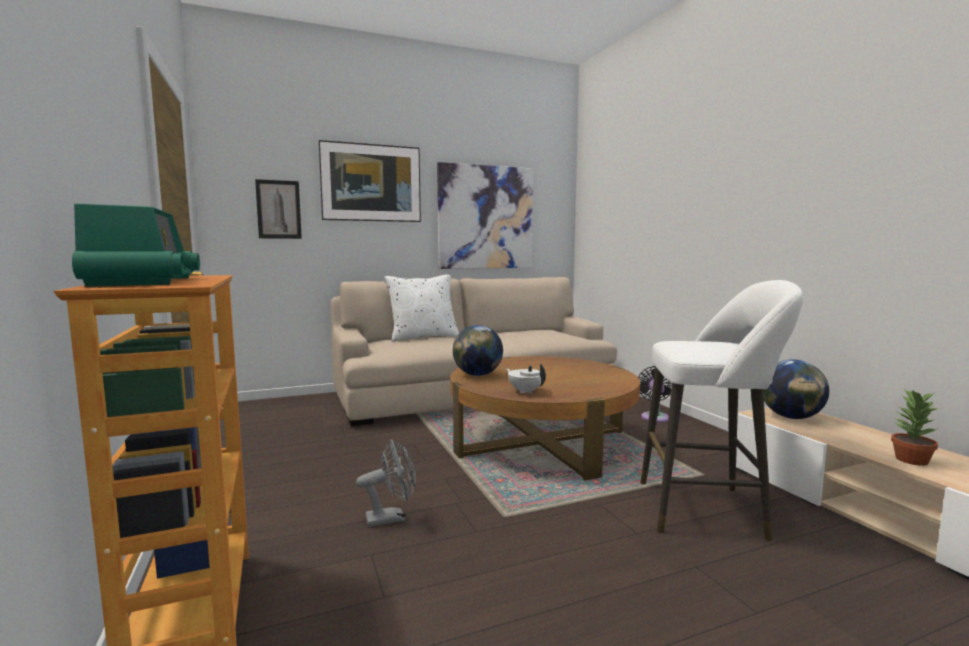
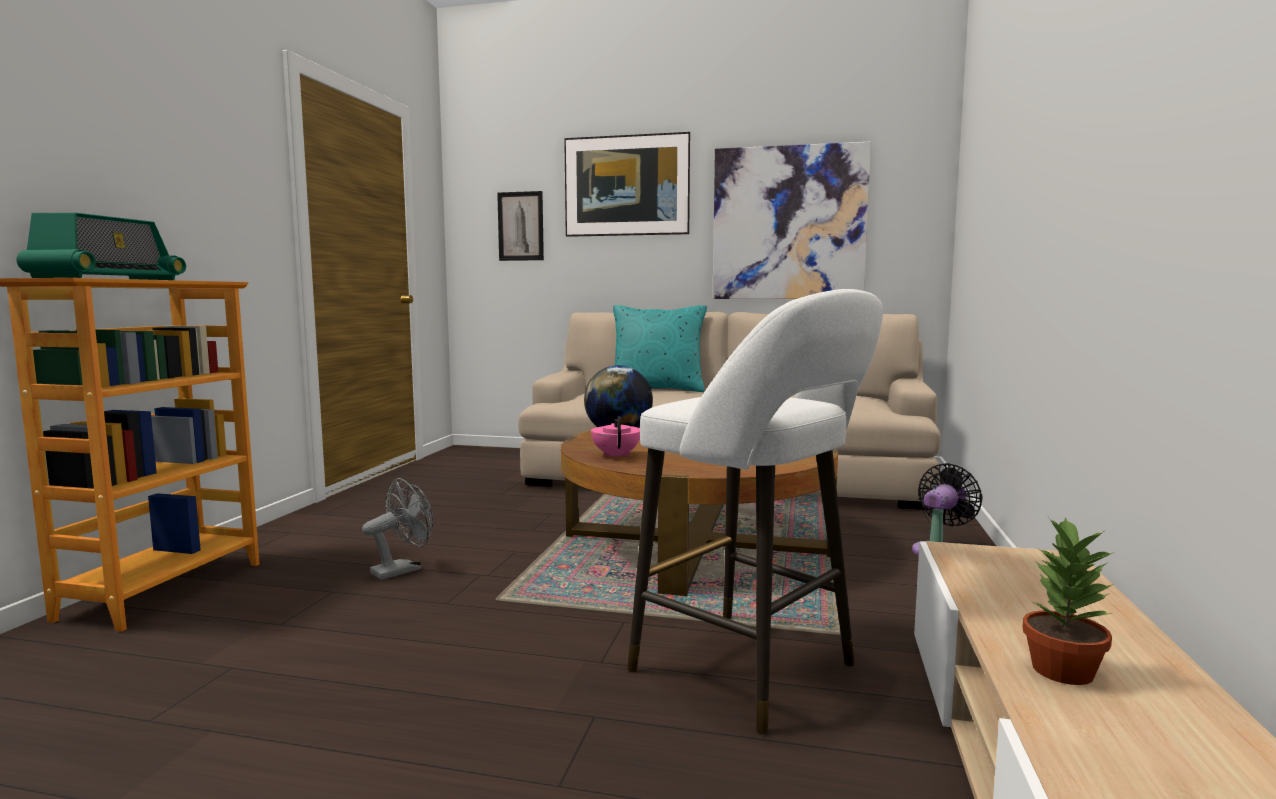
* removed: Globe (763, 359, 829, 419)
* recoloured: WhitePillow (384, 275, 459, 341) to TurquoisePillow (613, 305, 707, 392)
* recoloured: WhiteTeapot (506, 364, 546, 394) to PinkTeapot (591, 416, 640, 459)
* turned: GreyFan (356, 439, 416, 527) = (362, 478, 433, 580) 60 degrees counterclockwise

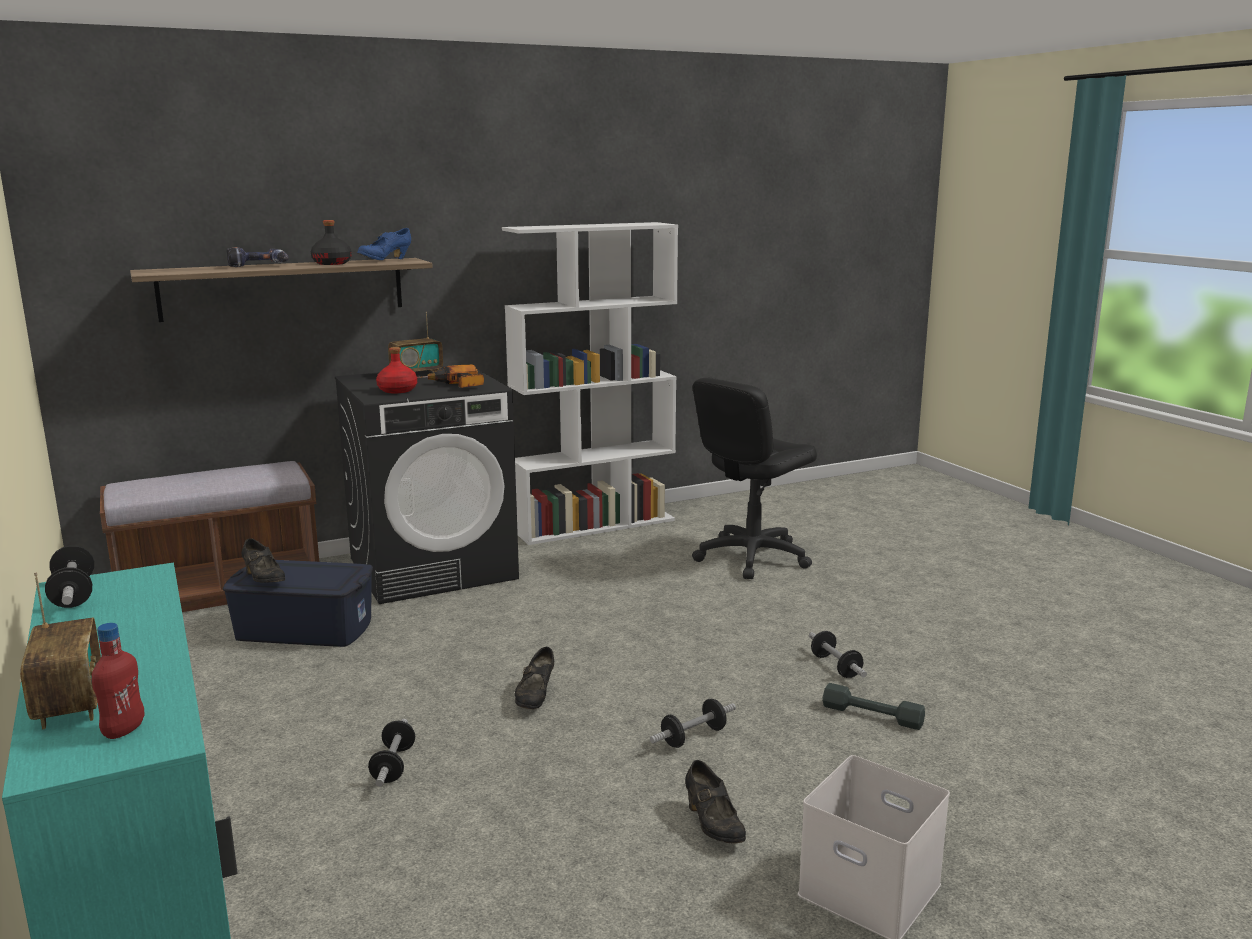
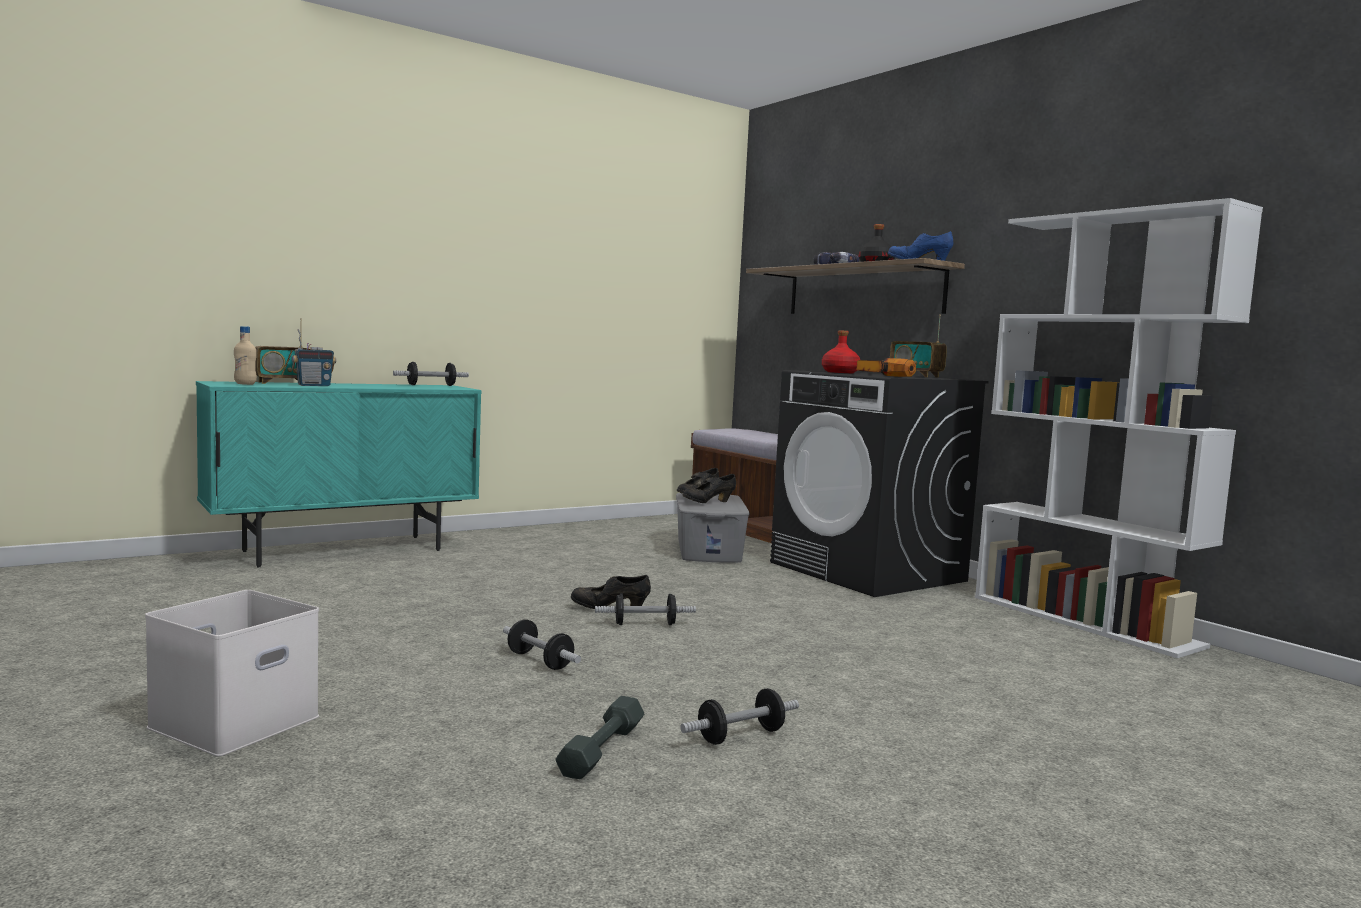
* removed: BlackOfficeChair (692, 378, 817, 579)
* added: Radio (292, 329, 336, 386)
* moved: Dumbbell (368, 719, 415, 787) to (595, 594, 696, 625)
* moved: BlackShoe (685, 760, 746, 844) to (683, 474, 736, 503)
* recoloured: RedBottle (91, 623, 145, 739) to BeigeBottle (234, 326, 257, 385)
* recoloured: BlueStorageBox (223, 560, 373, 647) to GreyStorageBox (676, 493, 750, 562)

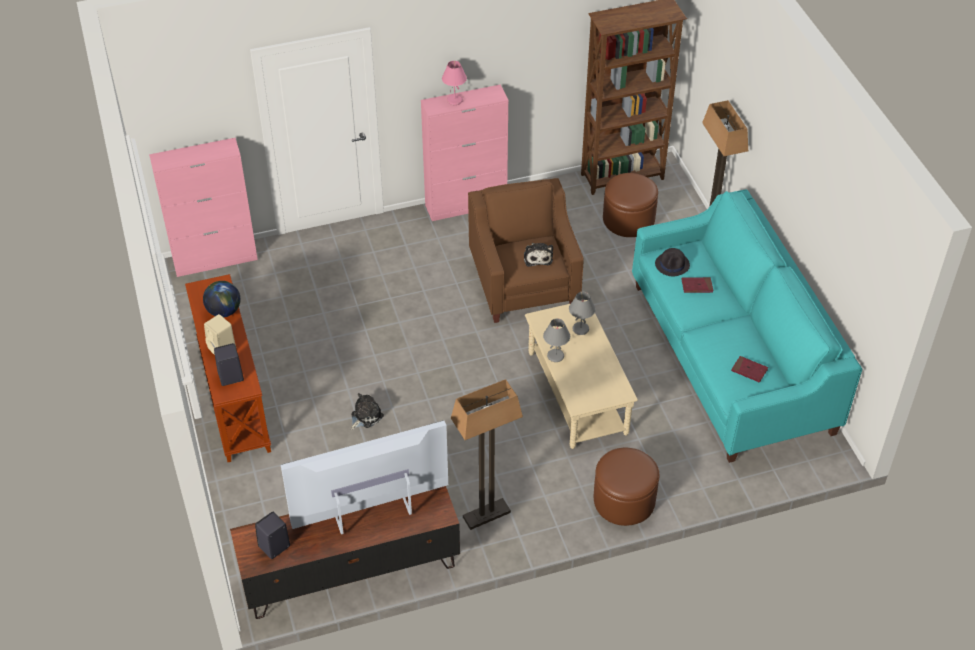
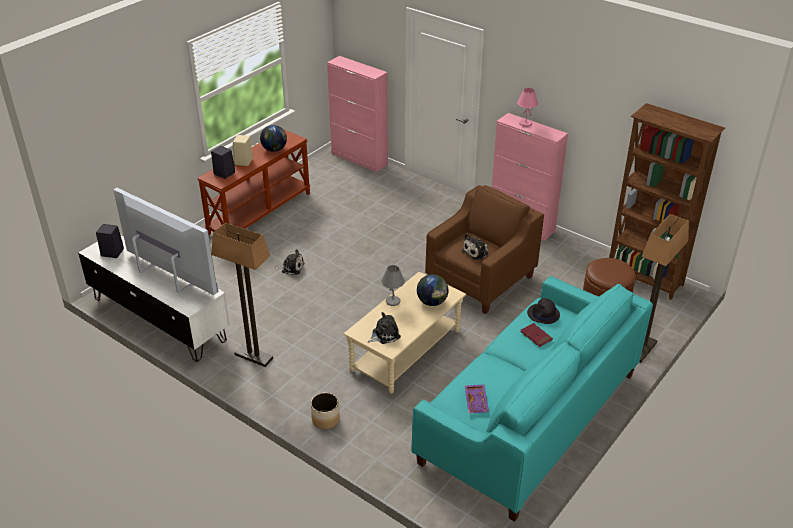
* added: PlushToy (368, 312, 401, 344)
* replaced: GreyTableLamp (569, 292, 596, 335) to Globe (417, 274, 448, 306)
* replaced: BrownOttoman (594, 448, 659, 526) to Planter (311, 393, 340, 429)
* replaced: RedBook (731, 356, 768, 383) to PurpleTray (465, 385, 489, 413)
* recoloured: BrownTvStand (230, 486, 460, 619) to WhiteTvStand (78, 235, 230, 362)

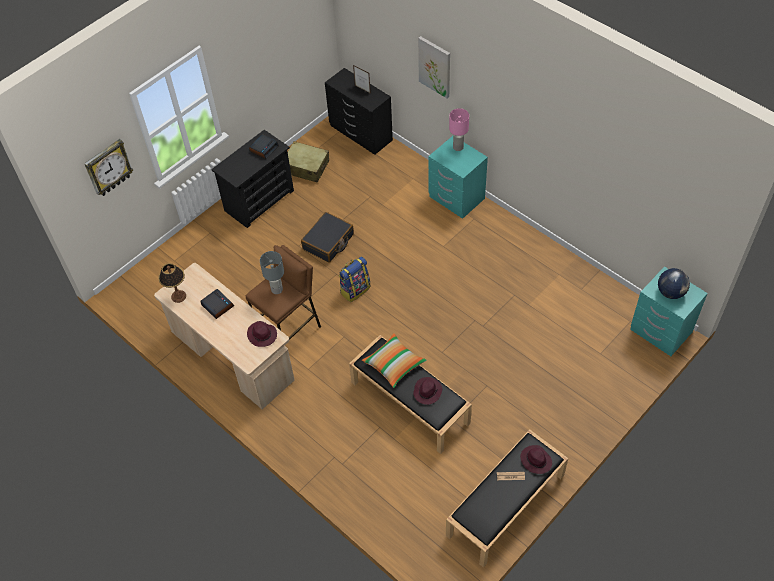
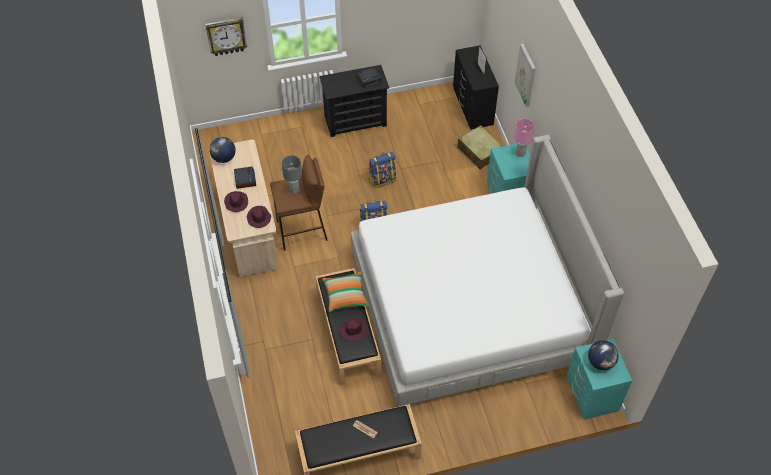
* added: Bed (351, 135, 624, 407)
* moved: BeigeSuitcase (288, 141, 329, 183) to (457, 125, 502, 169)
* moved: PurpleHat (520, 445, 552, 474) to (224, 191, 248, 212)
* replaced: TableLamp (158, 263, 186, 303) to Globe (209, 137, 236, 163)
* replaced: BlackSuitcase (301, 212, 354, 263) to Backpack (369, 152, 396, 188)

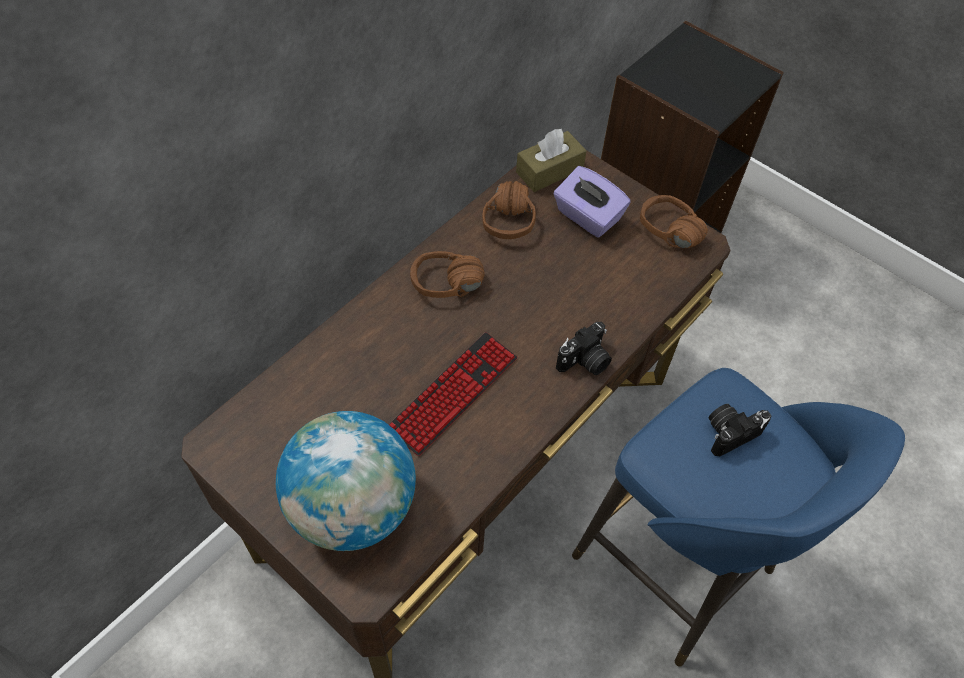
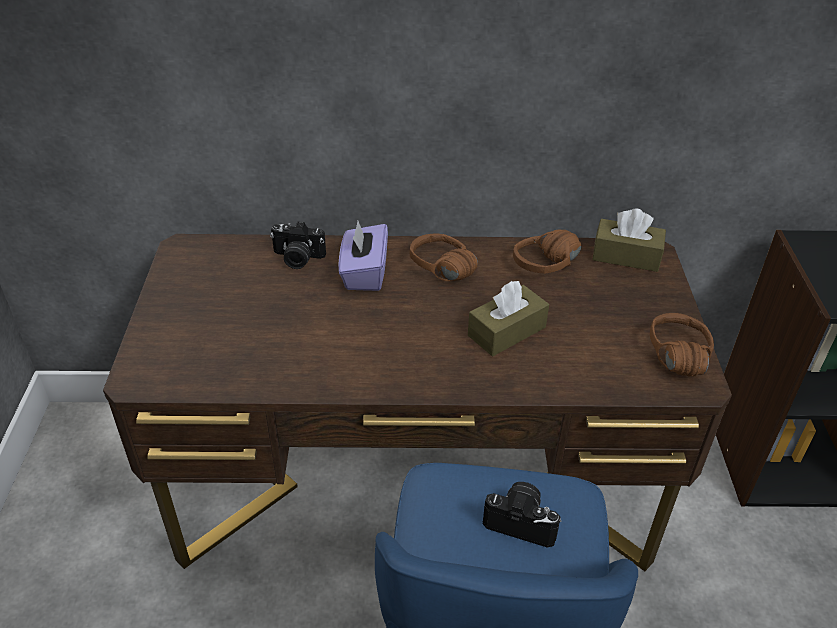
* removed: Globe (276, 411, 416, 551)
* removed: Keyboard (389, 332, 517, 456)
* added: BrownTissueBox (468, 281, 549, 357)
* moved: PurpleTissueBox (554, 166, 631, 237) to (338, 221, 388, 291)
* moved: PhotoCamera (556, 322, 612, 375) to (270, 221, 326, 269)

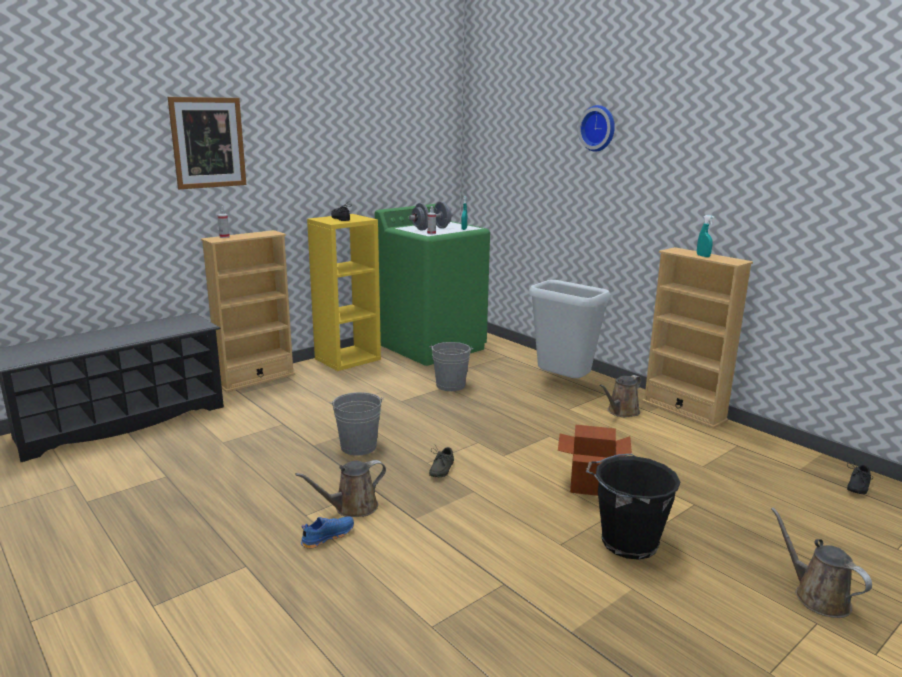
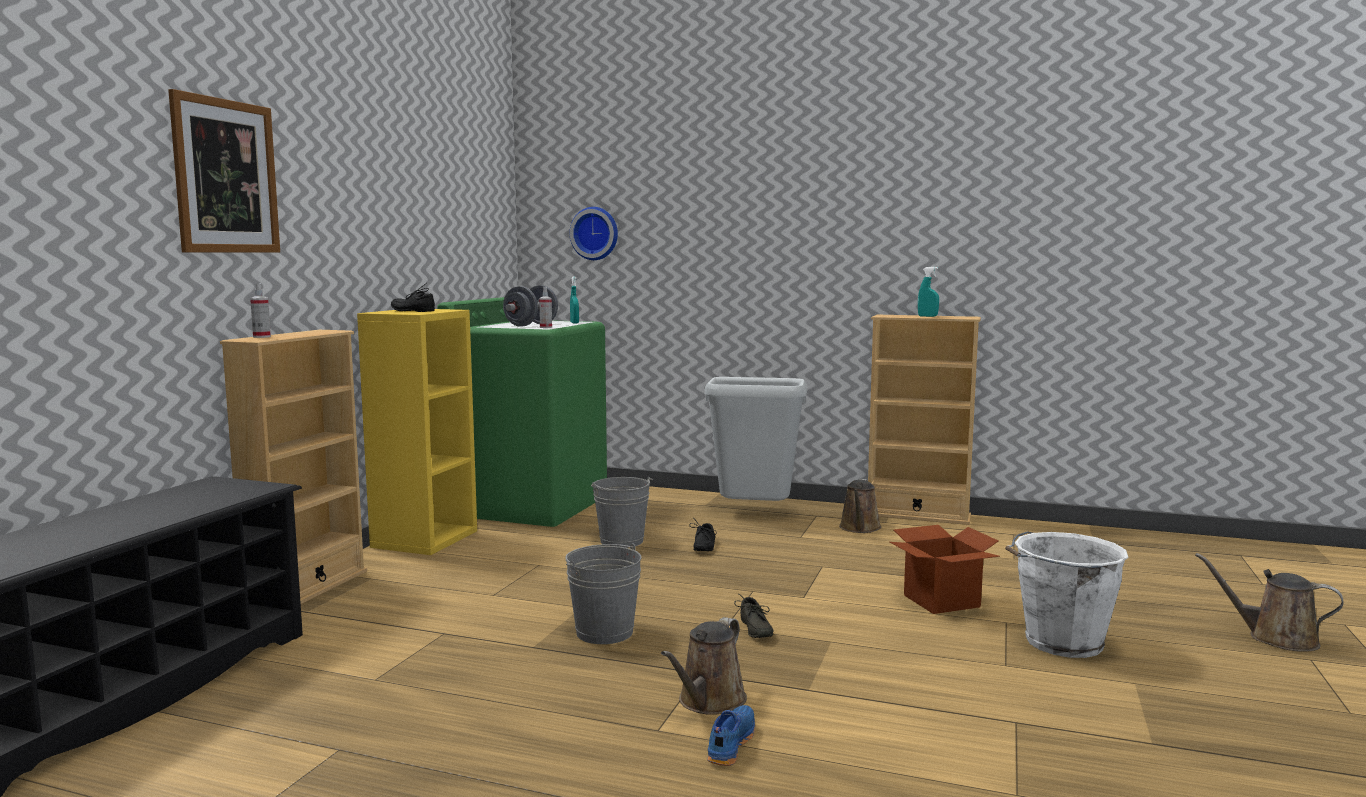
* moved: WallClock (578, 105, 615, 152) to (570, 207, 618, 260)
* moved: BlackShoe (847, 461, 873, 494) to (690, 520, 717, 551)
* recoloured: BlackBucket (586, 454, 680, 560) to WhiteBucket (1005, 531, 1129, 658)

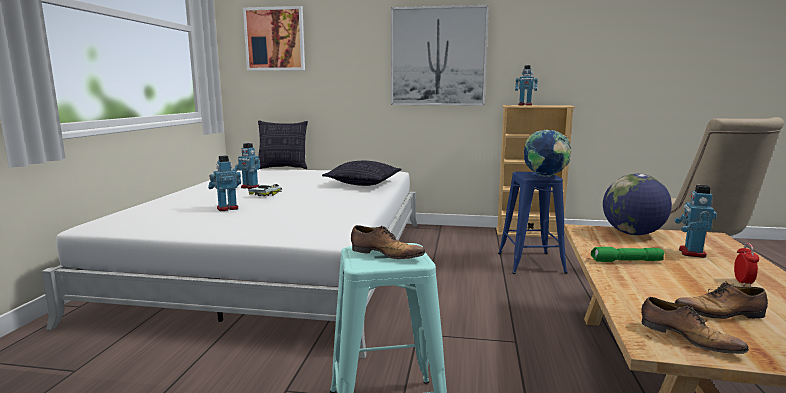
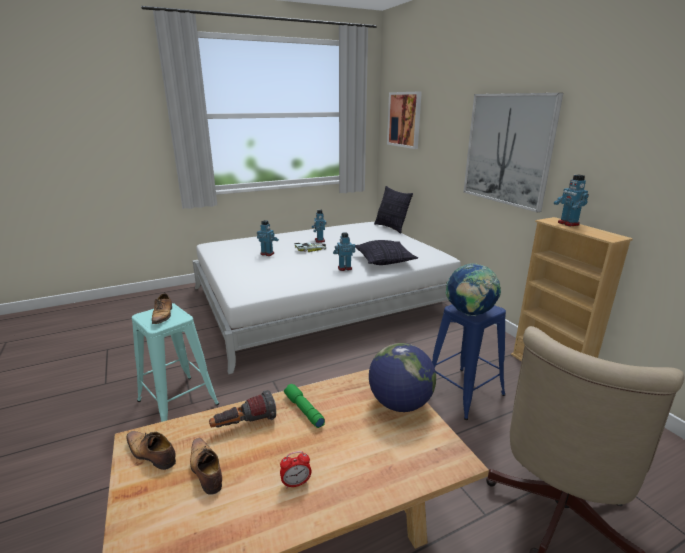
* added: Flashlight (209, 390, 276, 428)
* moved: ToyRobot (674, 185, 717, 258) to (333, 232, 355, 271)
* turned: Shoe (641, 297, 749, 354) = (126, 431, 176, 470) 105 degrees clockwise

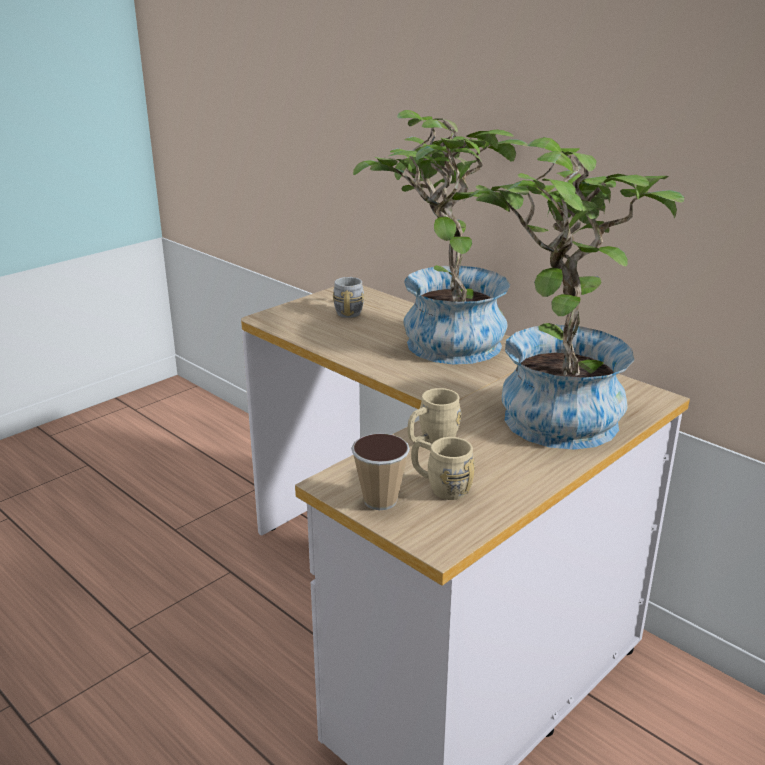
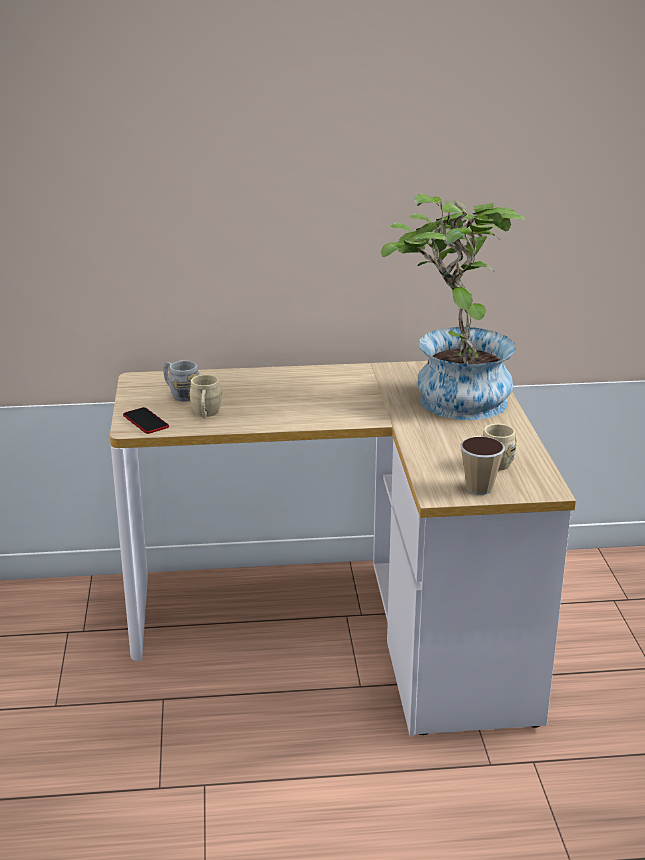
* removed: PottedPlant (353, 110, 529, 364)
* added: Phone (123, 407, 169, 434)
* moved: BeigeMug (408, 388, 462, 443) to (190, 374, 222, 418)

